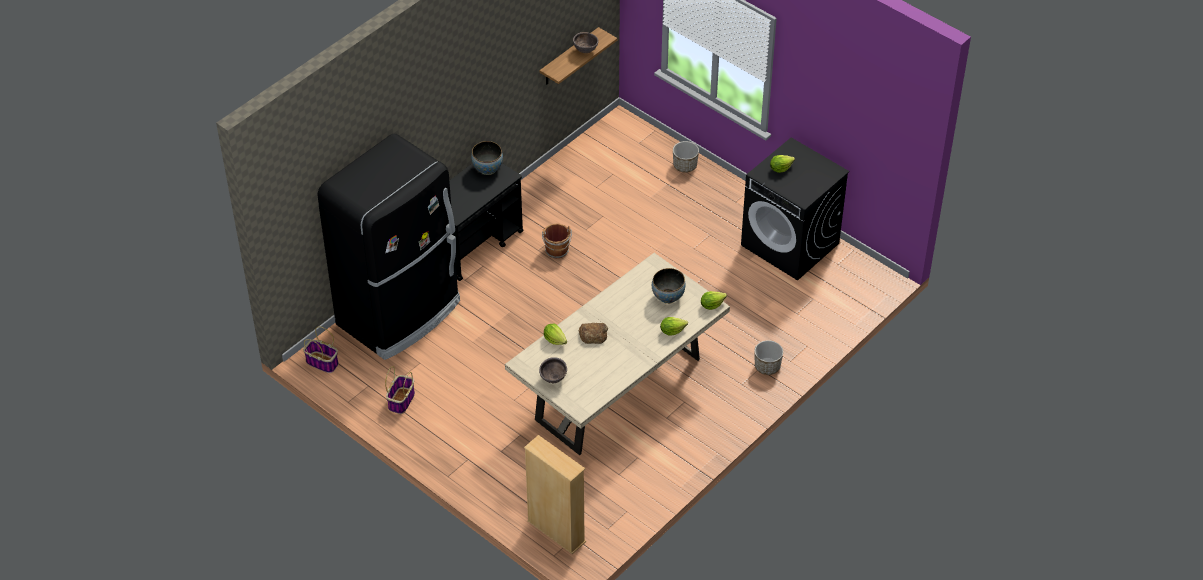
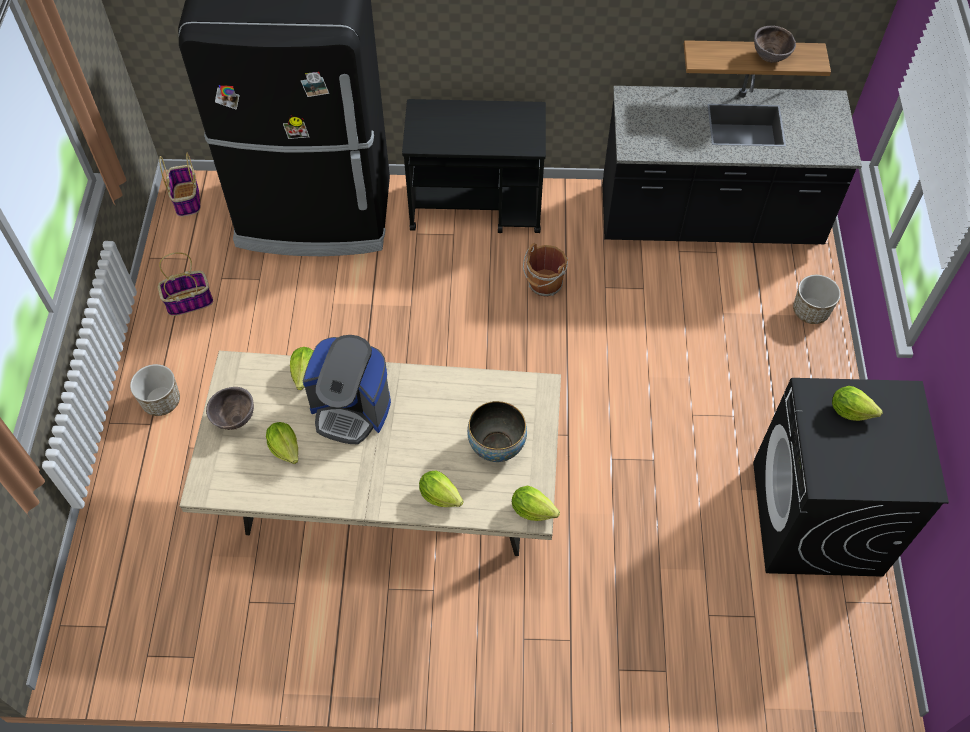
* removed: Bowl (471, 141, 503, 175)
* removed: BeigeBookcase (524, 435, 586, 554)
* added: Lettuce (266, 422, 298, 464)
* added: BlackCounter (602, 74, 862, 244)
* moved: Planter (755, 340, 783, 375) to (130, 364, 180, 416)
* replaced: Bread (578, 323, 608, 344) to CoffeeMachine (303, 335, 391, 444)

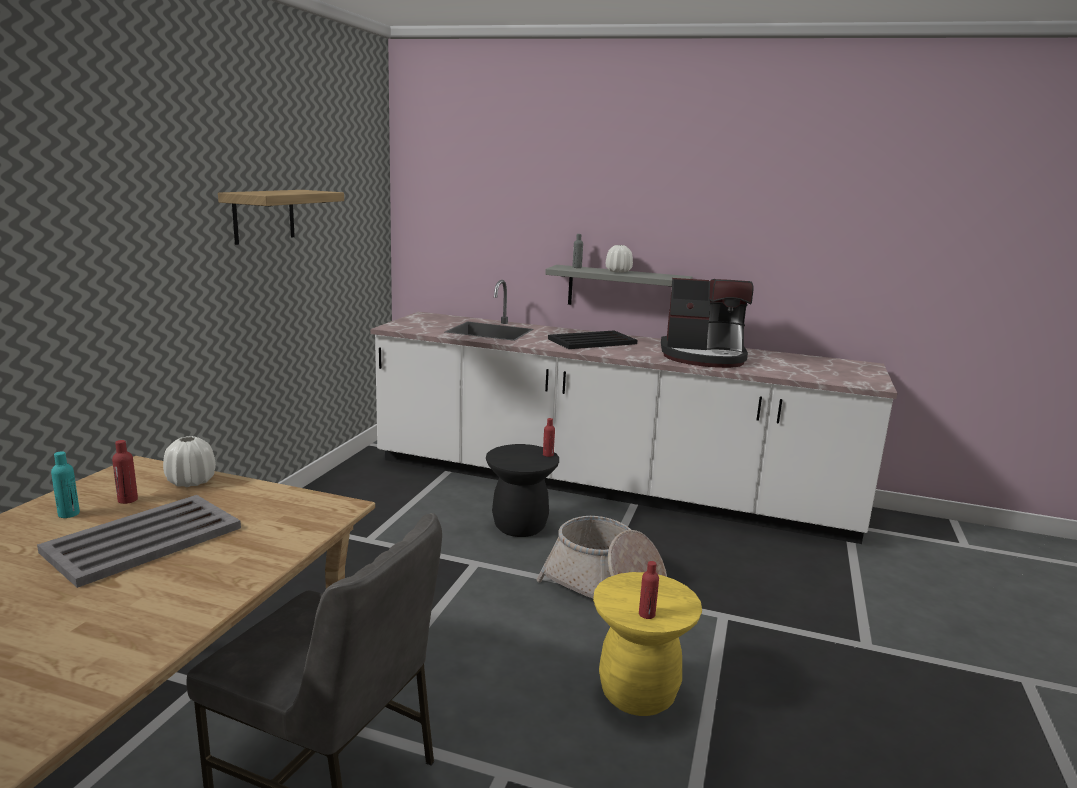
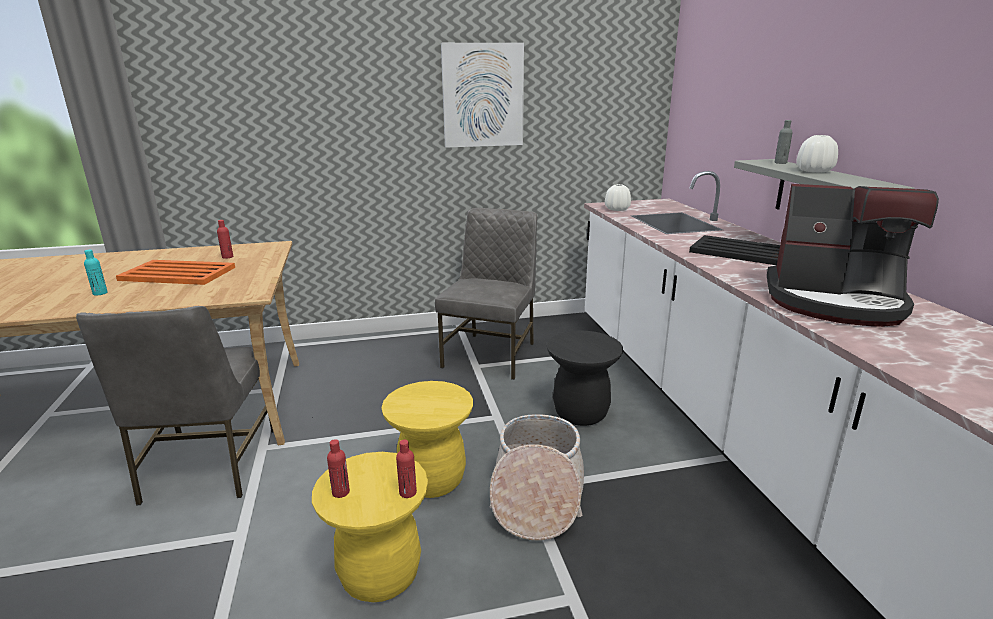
* added: YellowStool (381, 381, 473, 498)
* added: GreyChair (435, 208, 537, 380)
* moved: TurquoiseBottle (51, 452, 80, 518) to (84, 250, 108, 295)
* moved: WhiteVase (163, 436, 216, 487) to (605, 184, 631, 211)
* moved: RedBottle (543, 418, 555, 457) to (396, 440, 417, 498)
* replaced: Shelf (218, 190, 344, 245) to Picture (441, 43, 524, 148)
* recoloured: GreyTray (37, 495, 241, 588) to OrangeTray (116, 260, 235, 285)
* turned: CoffeeMachine (661, 278, 753, 368) = (767, 184, 939, 327) 45 degrees counterclockwise

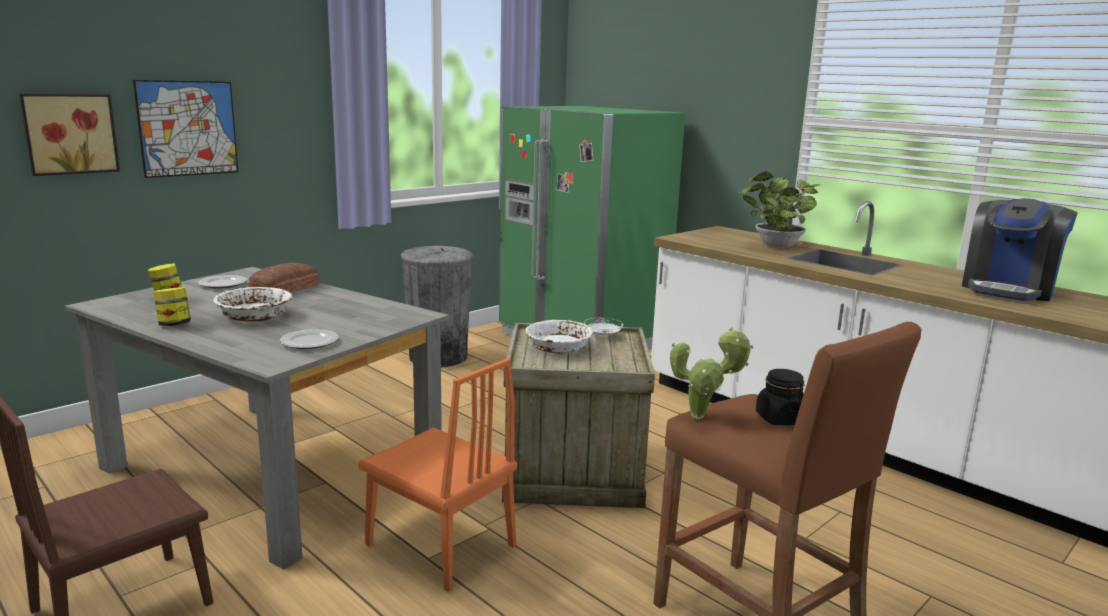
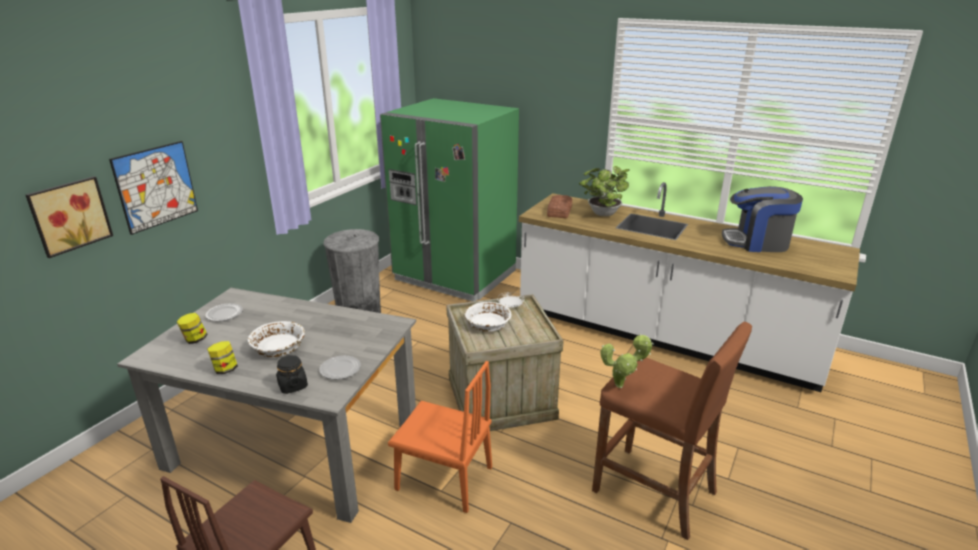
* moved: Bread (248, 263, 320, 293) to (547, 195, 572, 218)
* moved: BlackJar (756, 369, 804, 425) to (276, 355, 308, 394)
* turned: CoffeeMachine (962, 198, 1078, 301) = (722, 186, 803, 252) 75 degrees clockwise

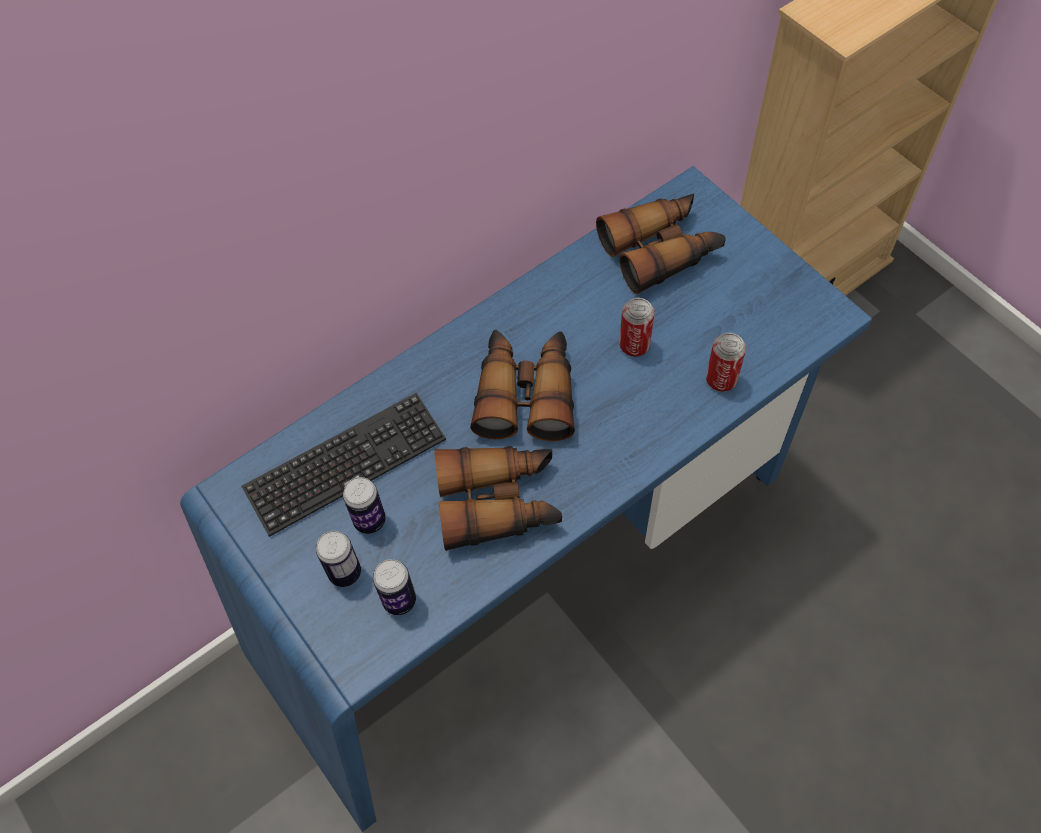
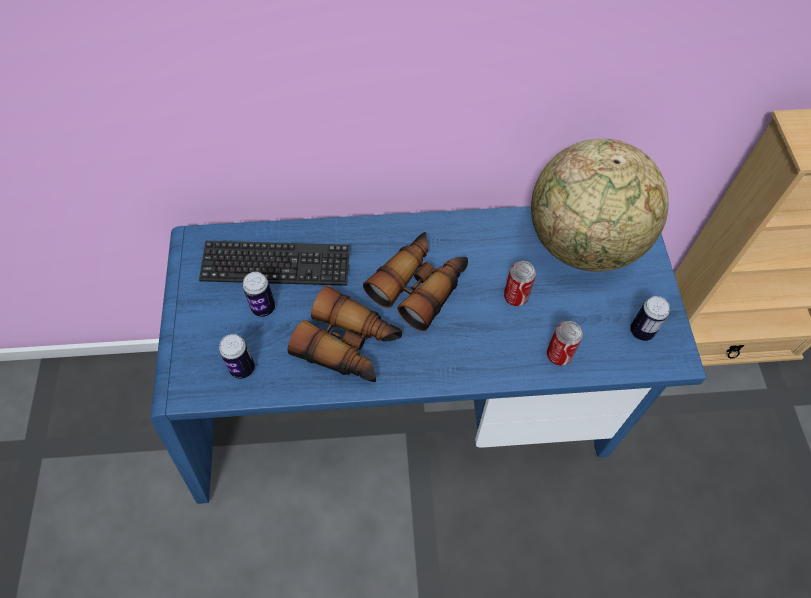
* moved: Can (316, 531, 361, 587) to (630, 296, 670, 341)
* replaced: Binoculars (596, 194, 726, 294) to Globe (531, 139, 669, 272)

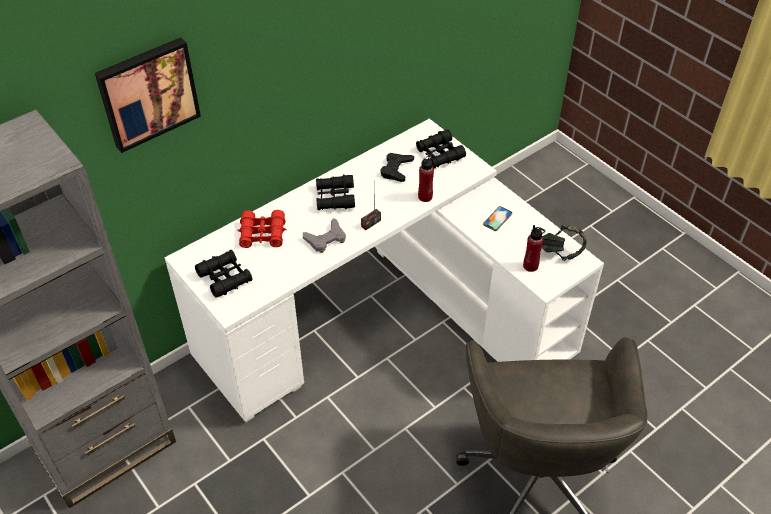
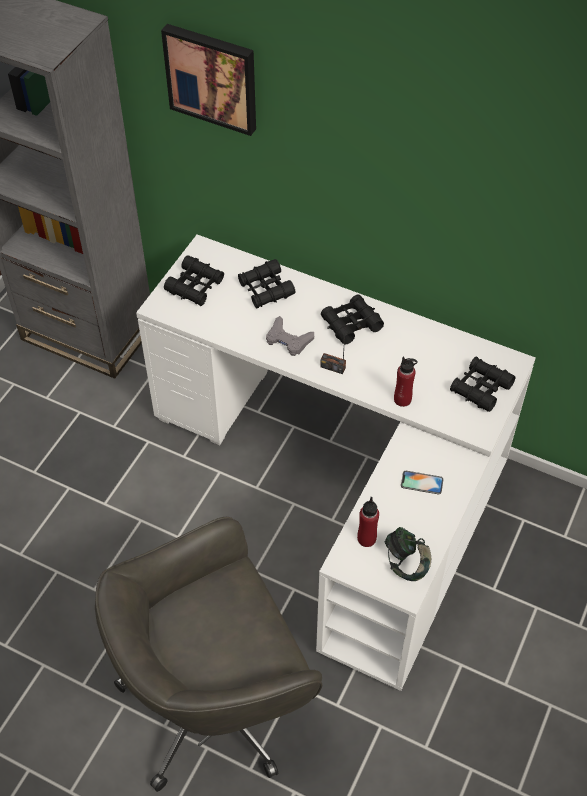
* removed: BlackGameController (380, 153, 414, 182)
* recoloured: RedBinoculars (237, 210, 287, 248) to BlackBinoculars (238, 259, 295, 309)

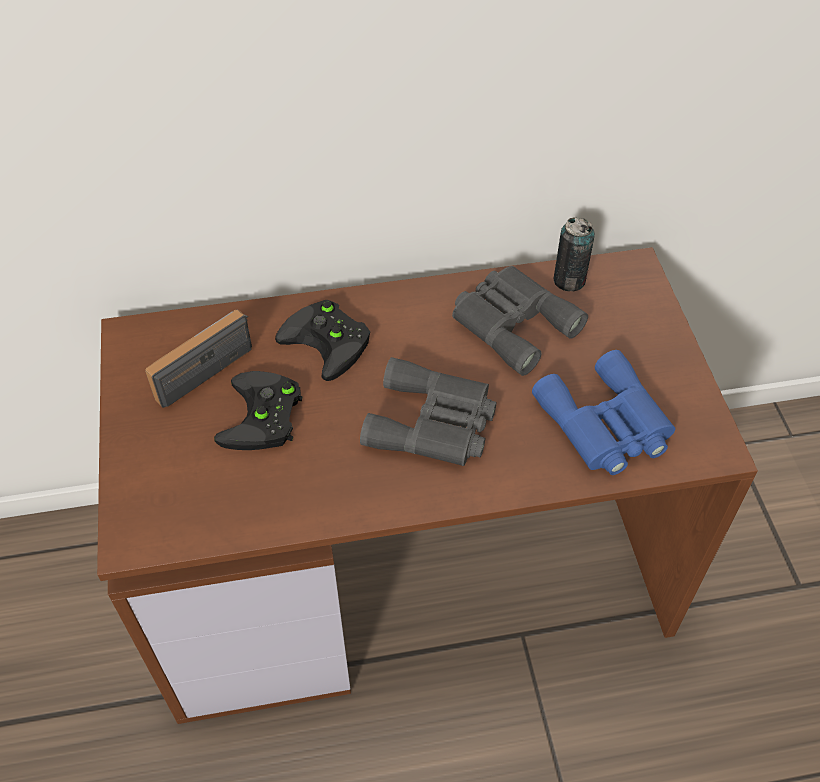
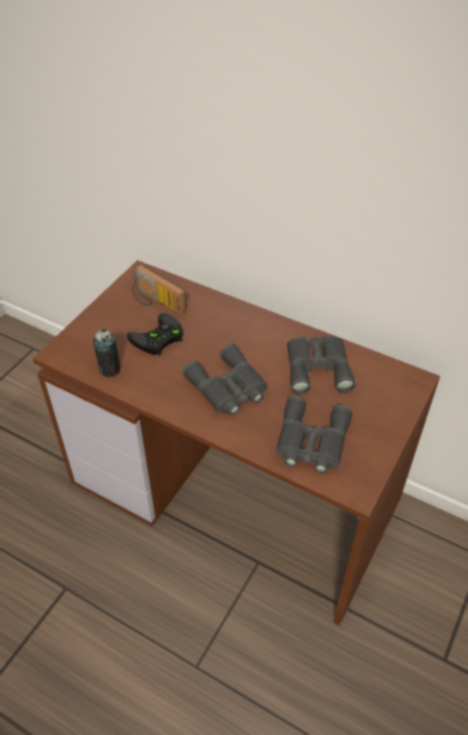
* removed: BlackGameController (275, 300, 370, 381)
* moved: Can (553, 217, 595, 291) to (93, 329, 121, 377)
* recoloured: BlueBinoculars (532, 350, 675, 475) to GreyBinoculars (275, 396, 352, 473)
* turned: Radio (145, 310, 252, 408) = (131, 265, 186, 315) 135 degrees counterclockwise

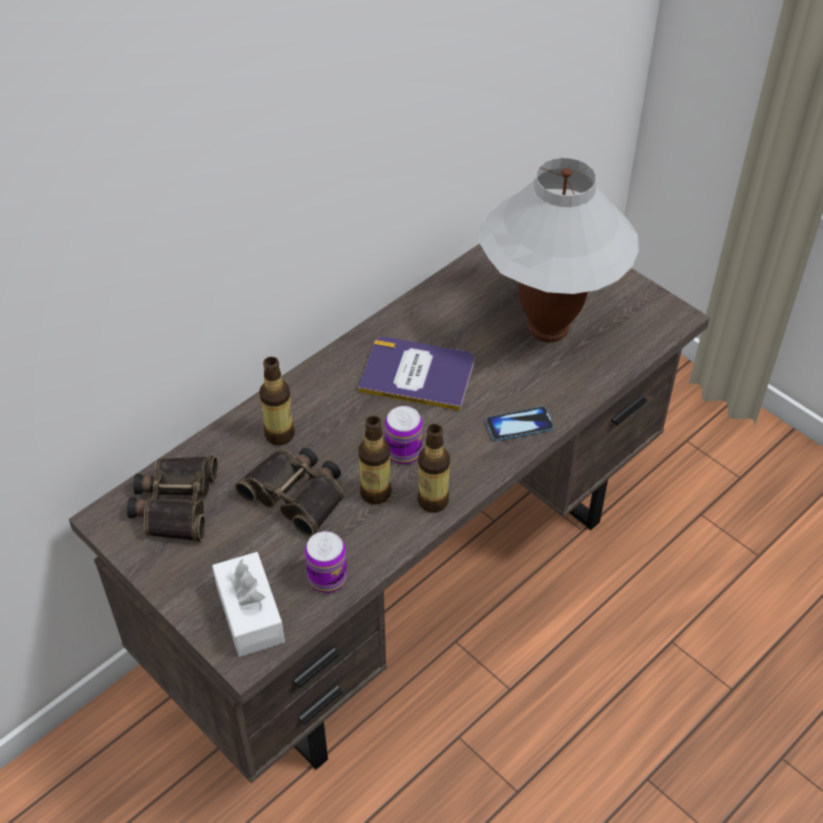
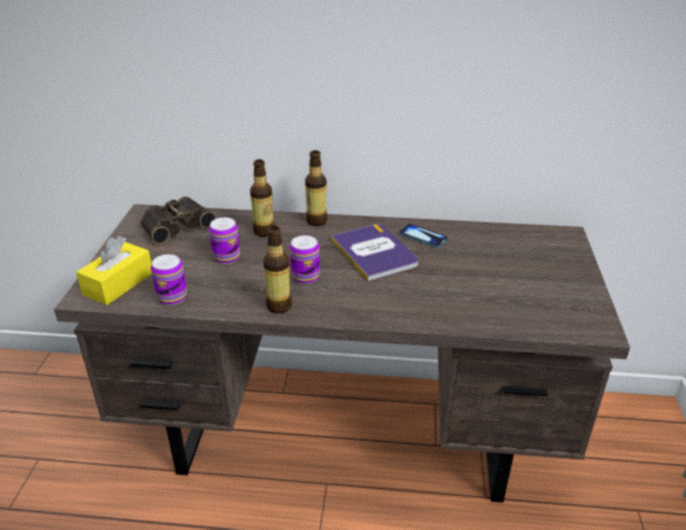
* removed: WhiteTableLamp (479, 157, 639, 342)
* moved: Bottle (359, 416, 391, 505) to (305, 150, 327, 226)
* moved: Phone (486, 406, 554, 441) to (398, 224, 448, 248)
* replaced: Binoculars (235, 448, 344, 537) to Can (209, 217, 240, 264)
* recoloured: WhiteTissueBox (212, 552, 285, 657) to YellowTissueBox (76, 236, 152, 305)

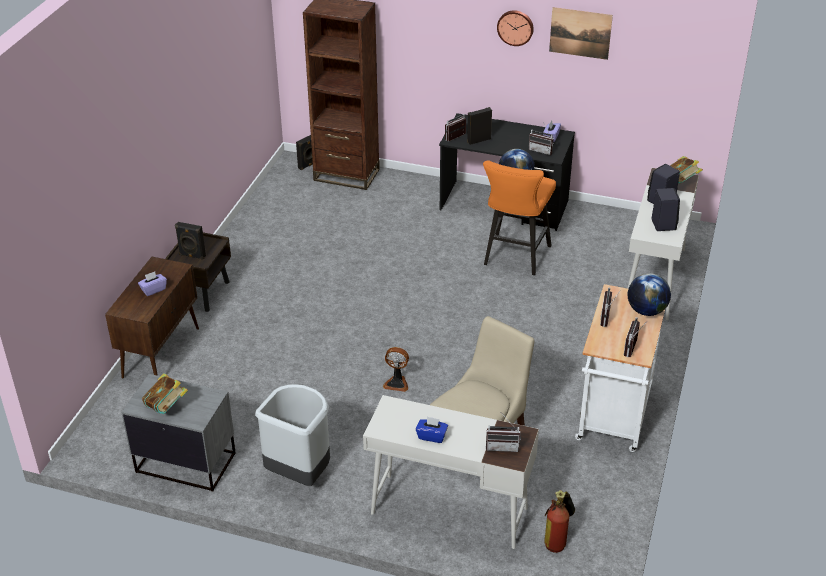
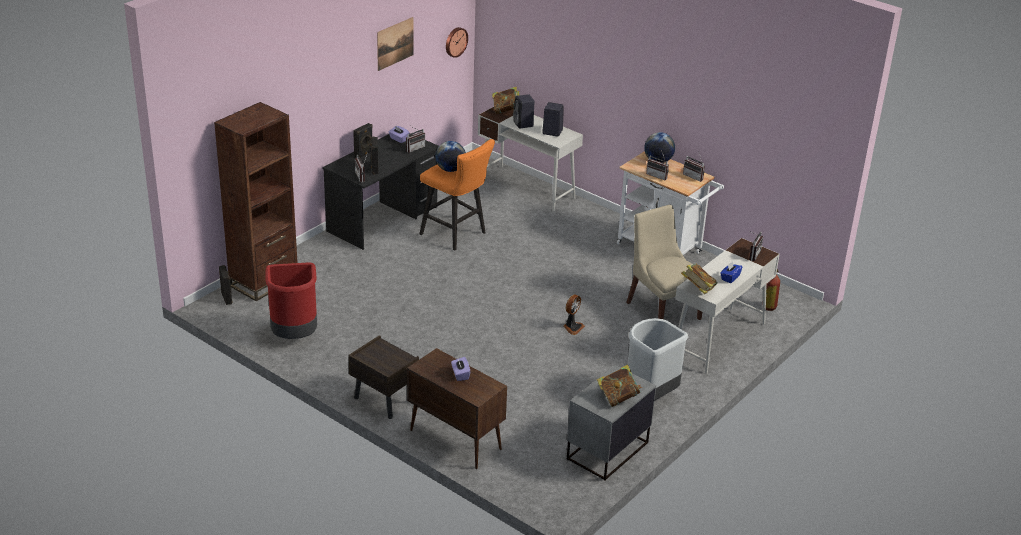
* added: RedTrashCan (266, 263, 317, 339)
* added: Book (681, 264, 718, 294)
* moved: BlackSpeaker (175, 222, 206, 260) to (353, 123, 373, 158)
* moved: WallClock (497, 10, 534, 46) to (446, 27, 468, 58)

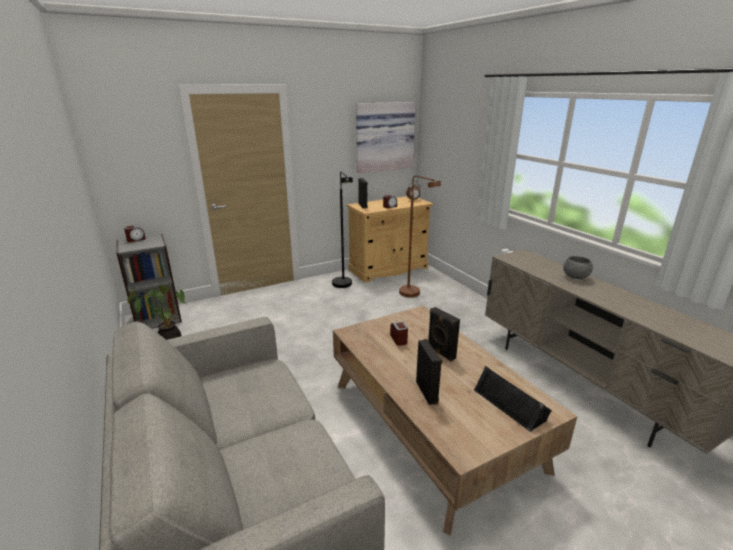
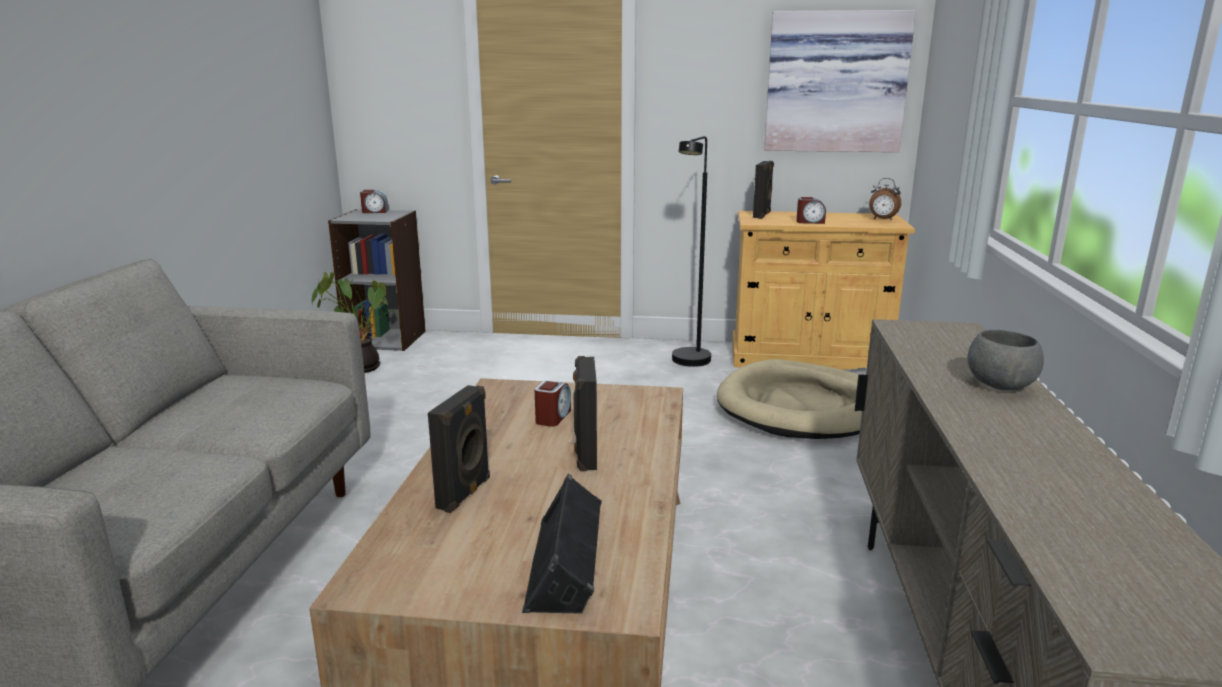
* replaced: BrownFloorLamp (399, 175, 441, 298) to BeigeDogBed (717, 359, 862, 439)

